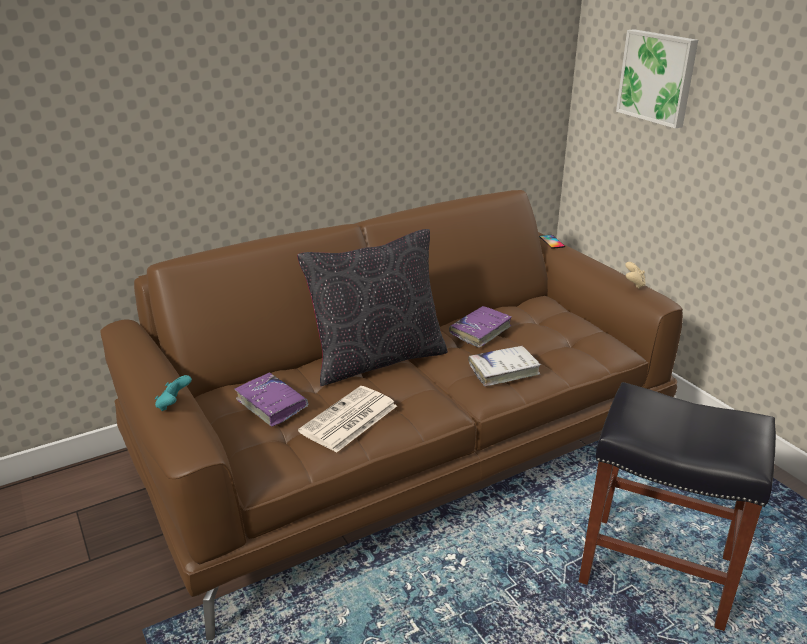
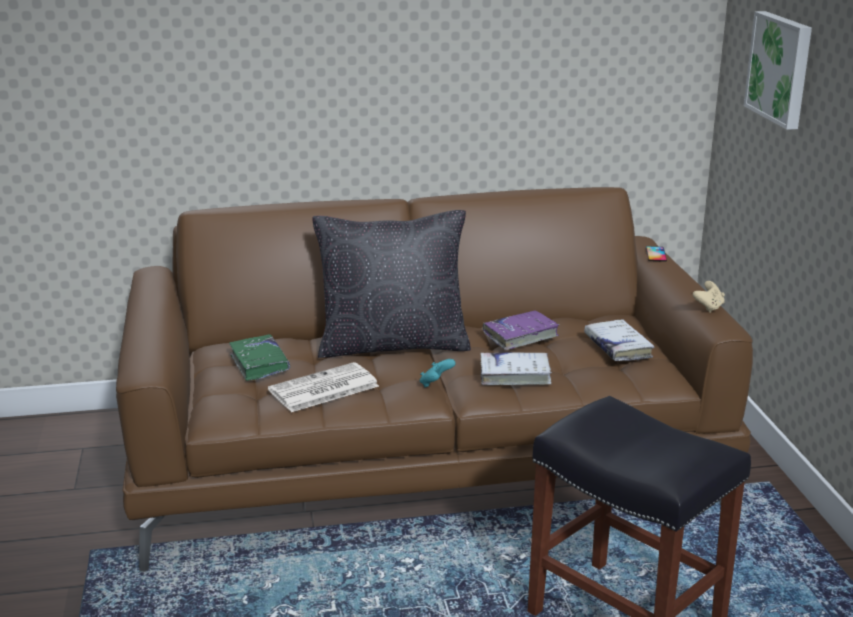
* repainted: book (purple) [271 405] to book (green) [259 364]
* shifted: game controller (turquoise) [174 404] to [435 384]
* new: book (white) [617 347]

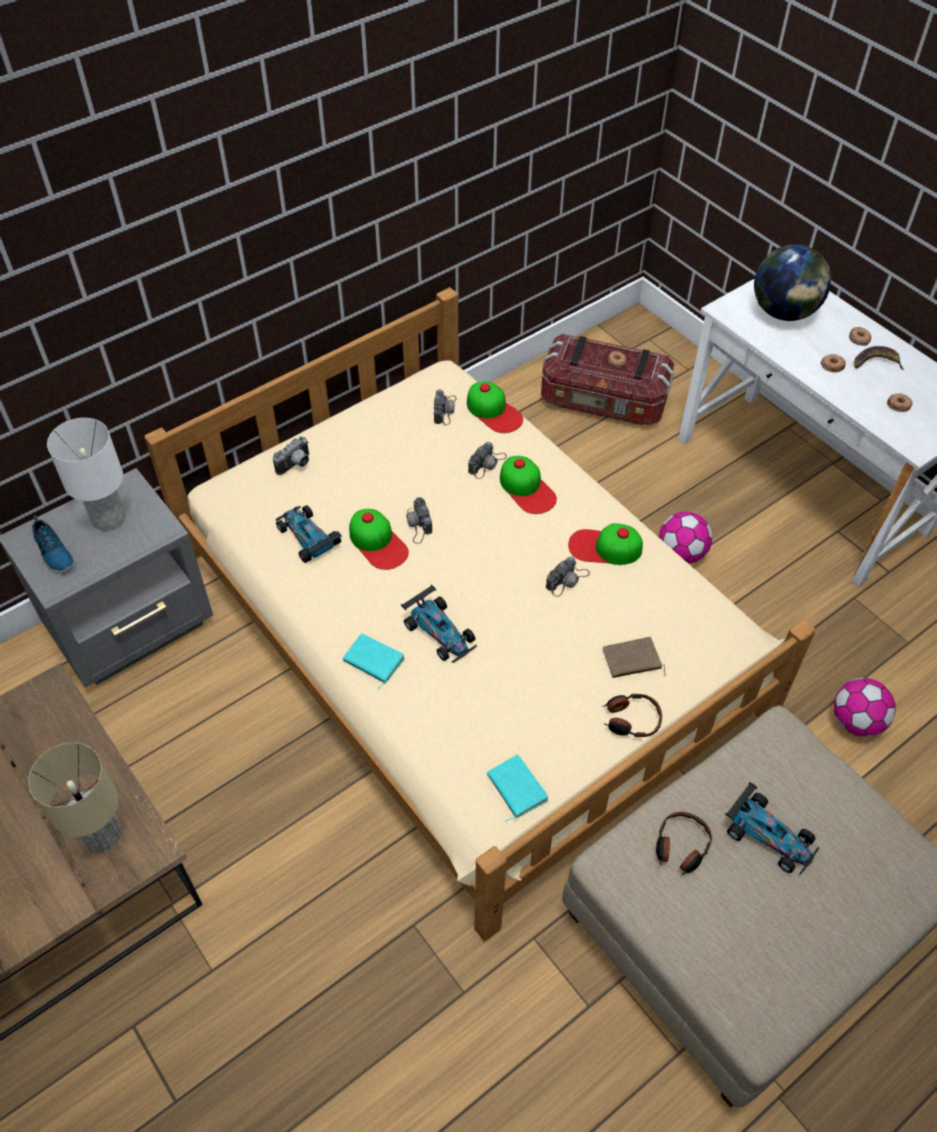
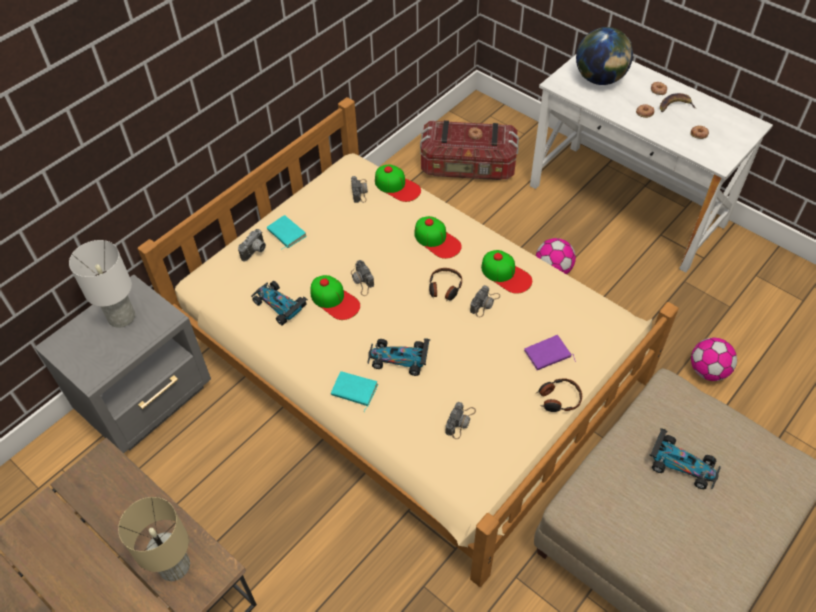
* shifted: photo camera [487 464] to [460 421]
* gone: shoe [53 553]
* rotated: cap [604 547] = [506 274] 135 degrees counterclockwise
* rotated: toy car [440 631] = [399 359] 150 degrees clockwise
* repainted: book (brown) [632 661] to book (purple) [548 355]
* shifted: book (turquoise) [515 789] to [285 234]
* shifted: headphones [680 847] to [444 288]

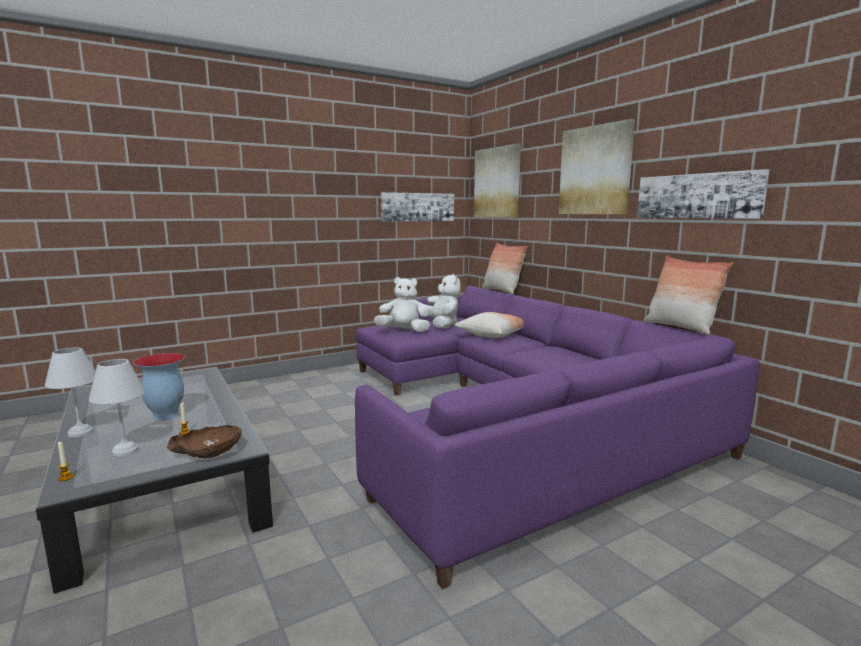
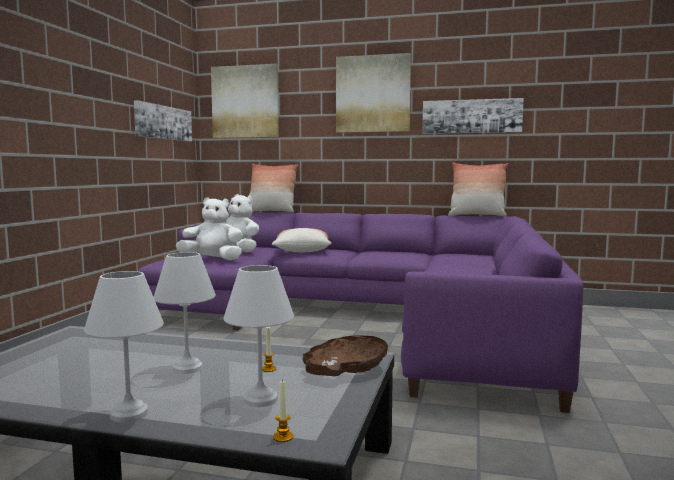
* rotated: plush toy (white) [404 331] = [212 259] 45 degrees clockwise
* swapped: vase [165 416] to table lamp (white) [186 369]

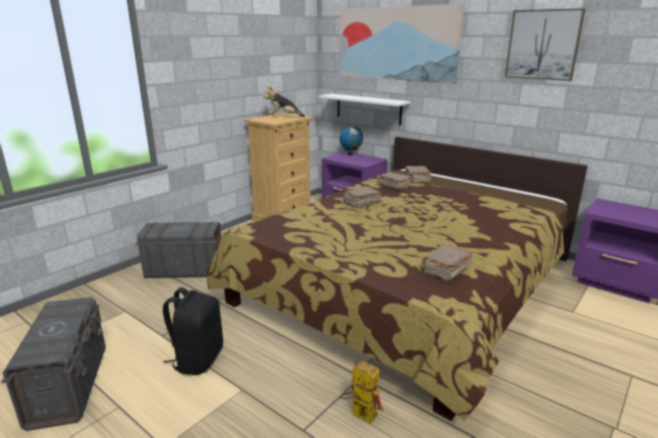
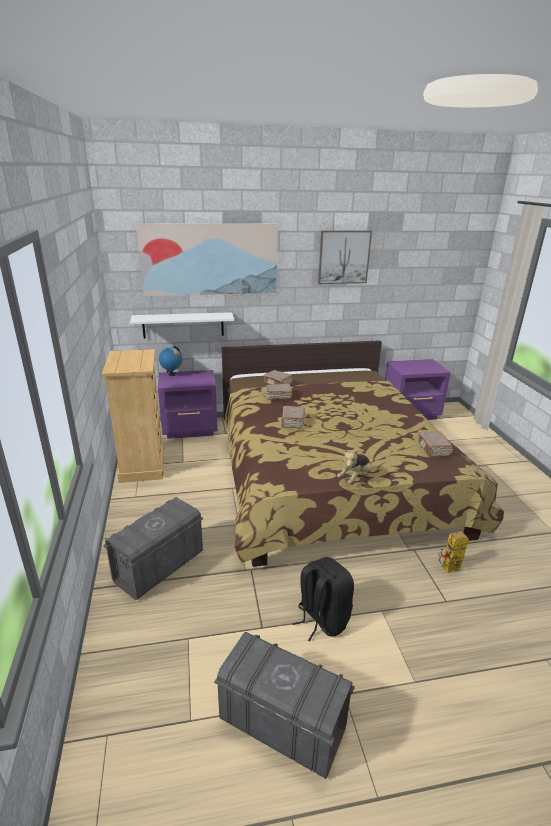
* shifted: plush toy [283 117] to [355 477]

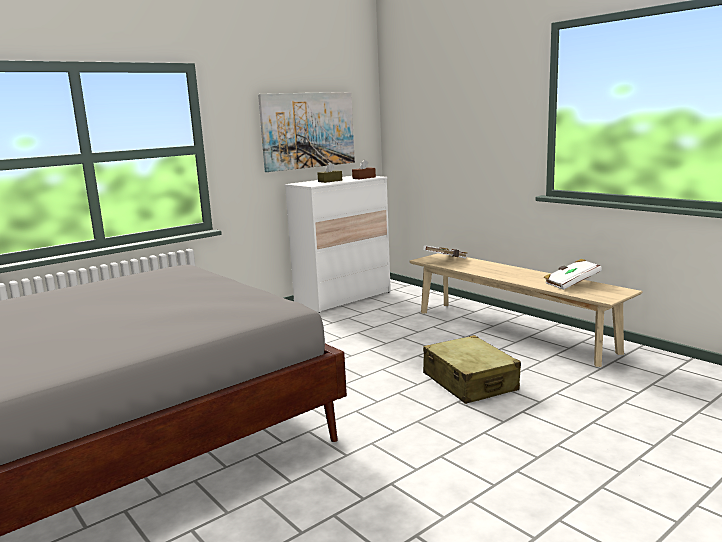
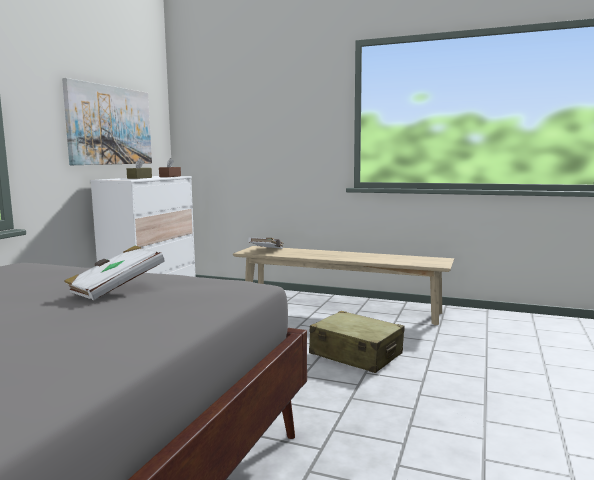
* shifted: book (white) [571 284] to [116 289]

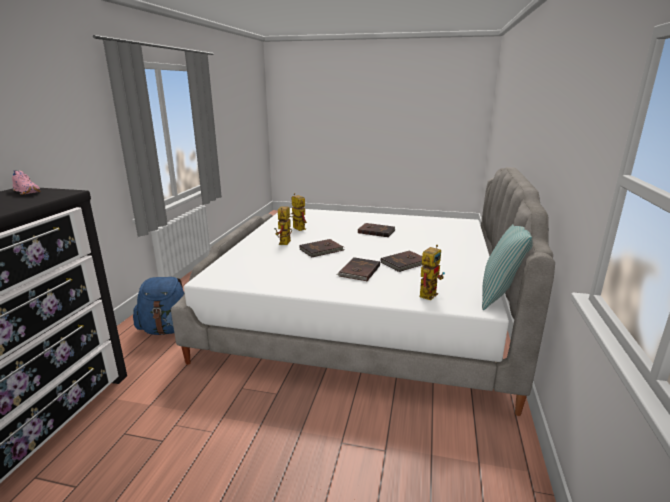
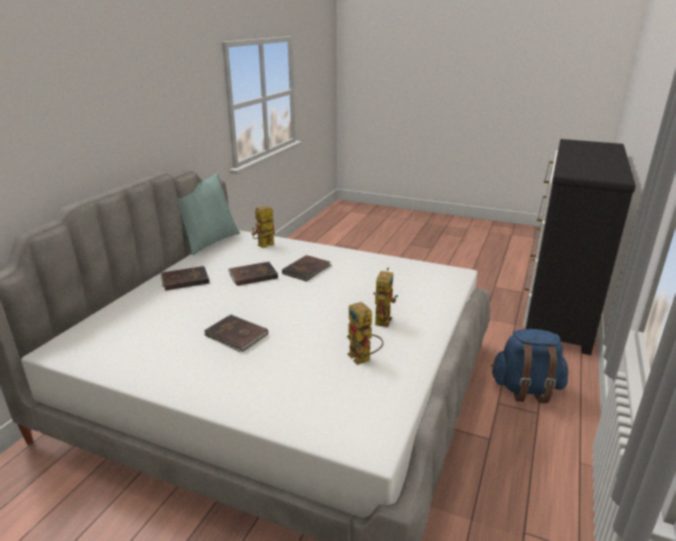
* gone: shoe (pink) [27 192]
* shifted: book (brown) [322 250] to [185 280]

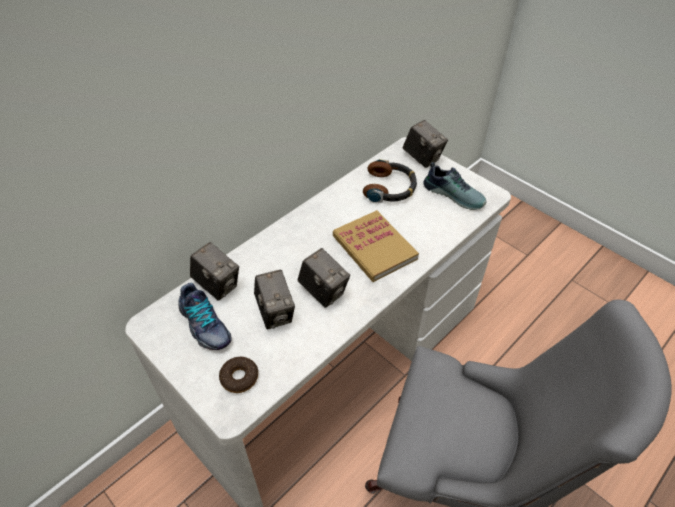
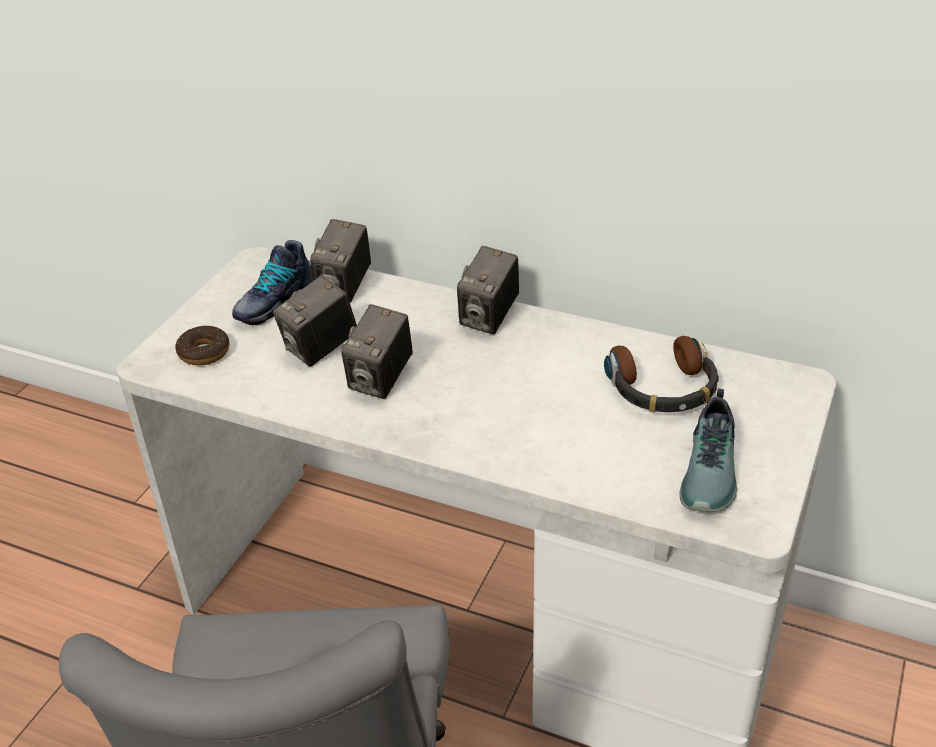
* shifted: photo camera [422 158] to [489 318]
* gone: book [374 247]

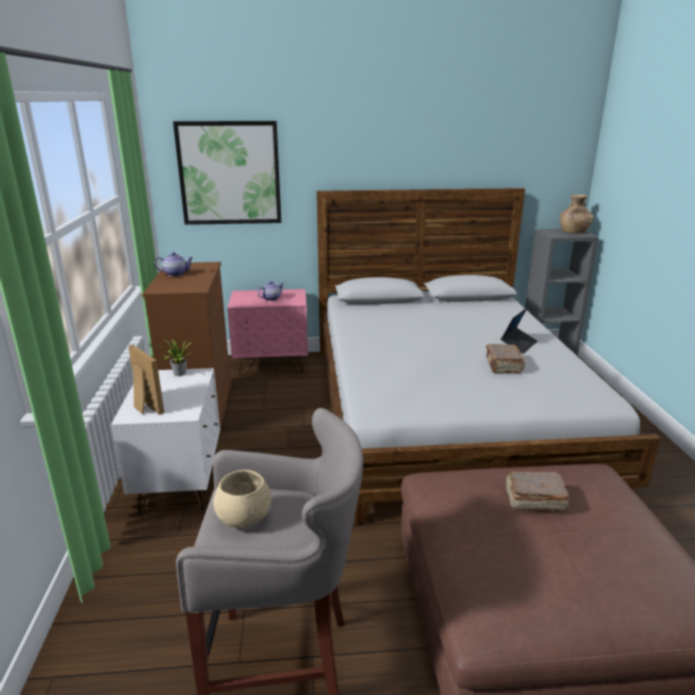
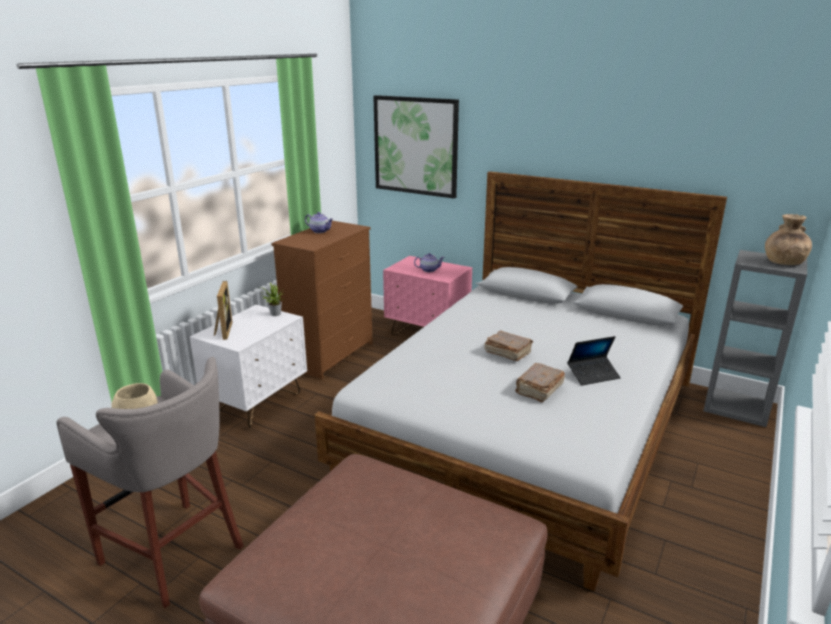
* shifted: book (brown) [533 500] to [507 353]

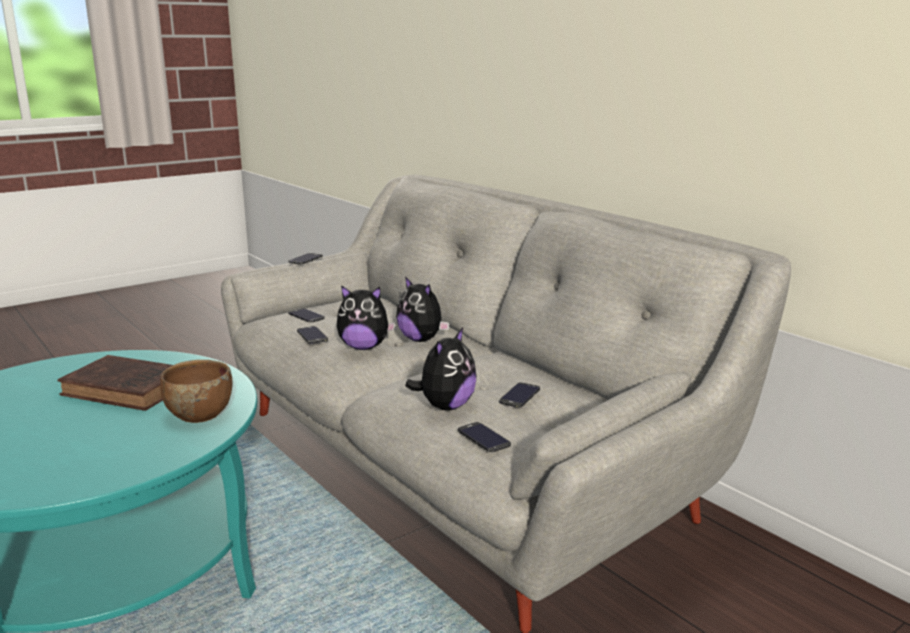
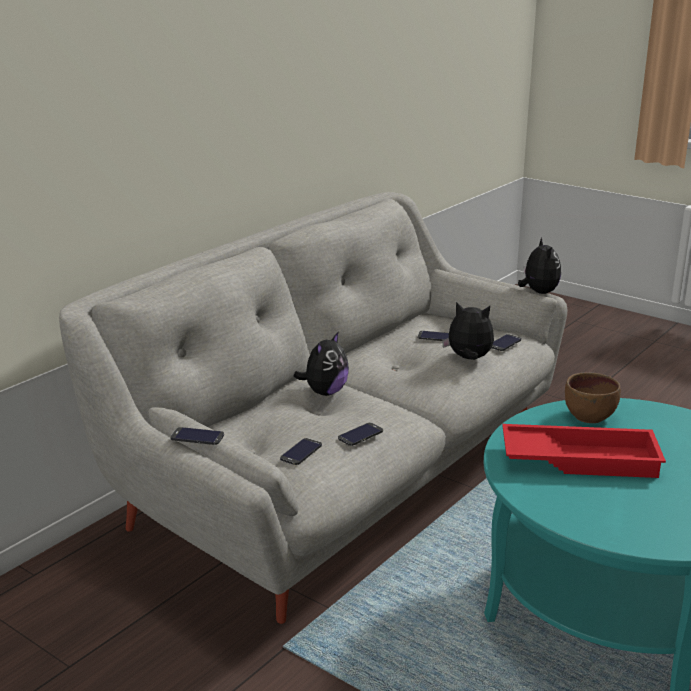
* shifted: plush toy [364 347] to [538 292]
* swapped: book (brown) [130 389] to tray (red) [580 458]

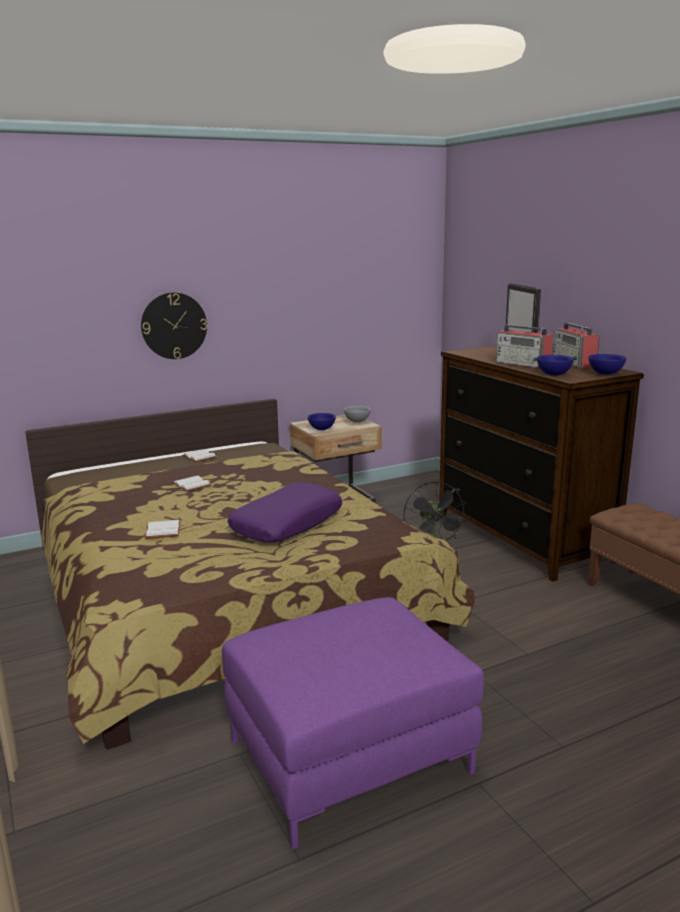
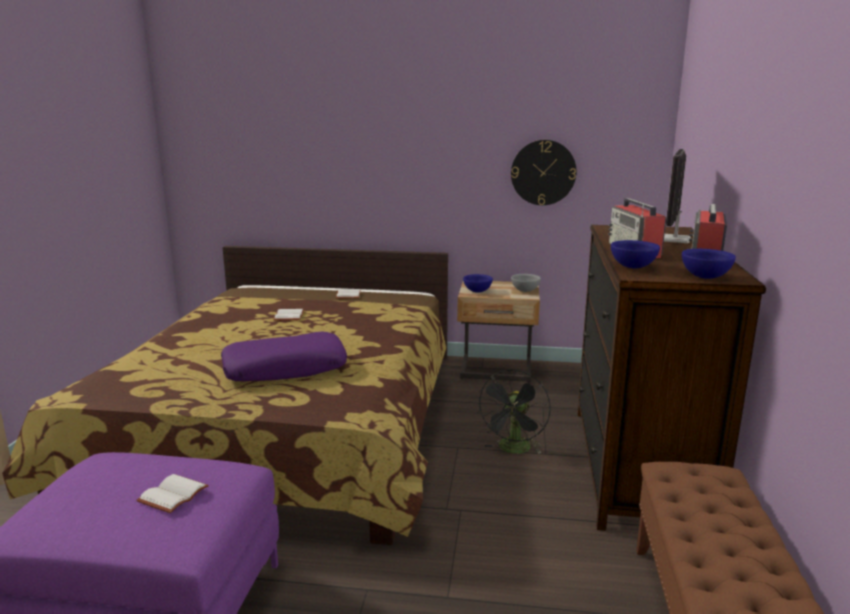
* shifted: wall clock [174 325] to [543 172]
* shifted: book (white) [162 531] to [173 494]

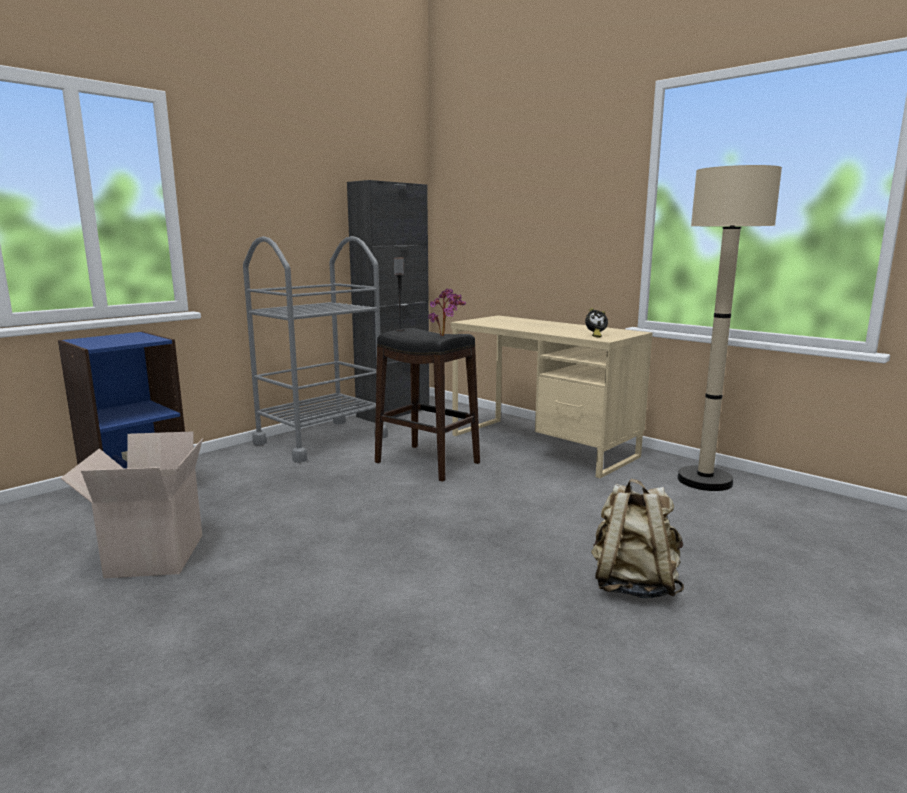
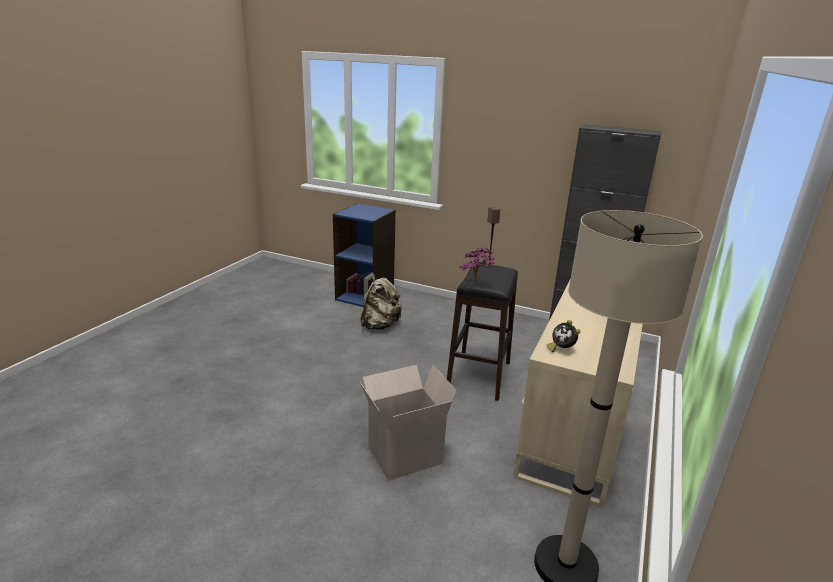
* gone: cart (grey) [321 440]
* shifted: cardboard box [153 555] to [405 453]
* shifted: backpack (beige) [633 585] to [380 325]

